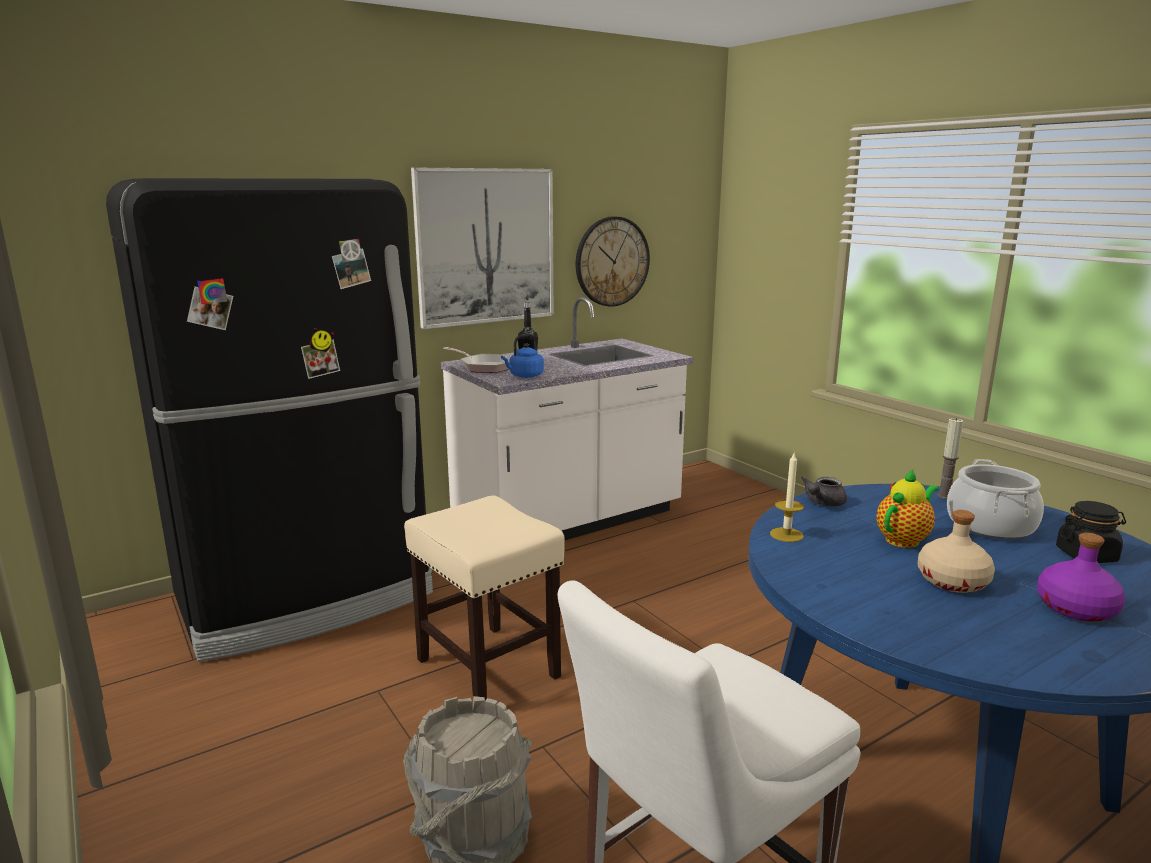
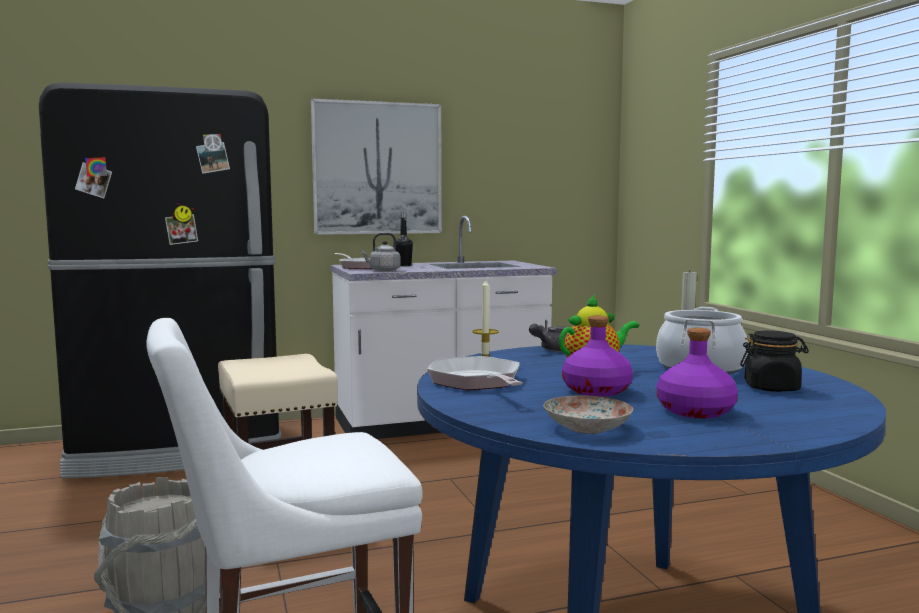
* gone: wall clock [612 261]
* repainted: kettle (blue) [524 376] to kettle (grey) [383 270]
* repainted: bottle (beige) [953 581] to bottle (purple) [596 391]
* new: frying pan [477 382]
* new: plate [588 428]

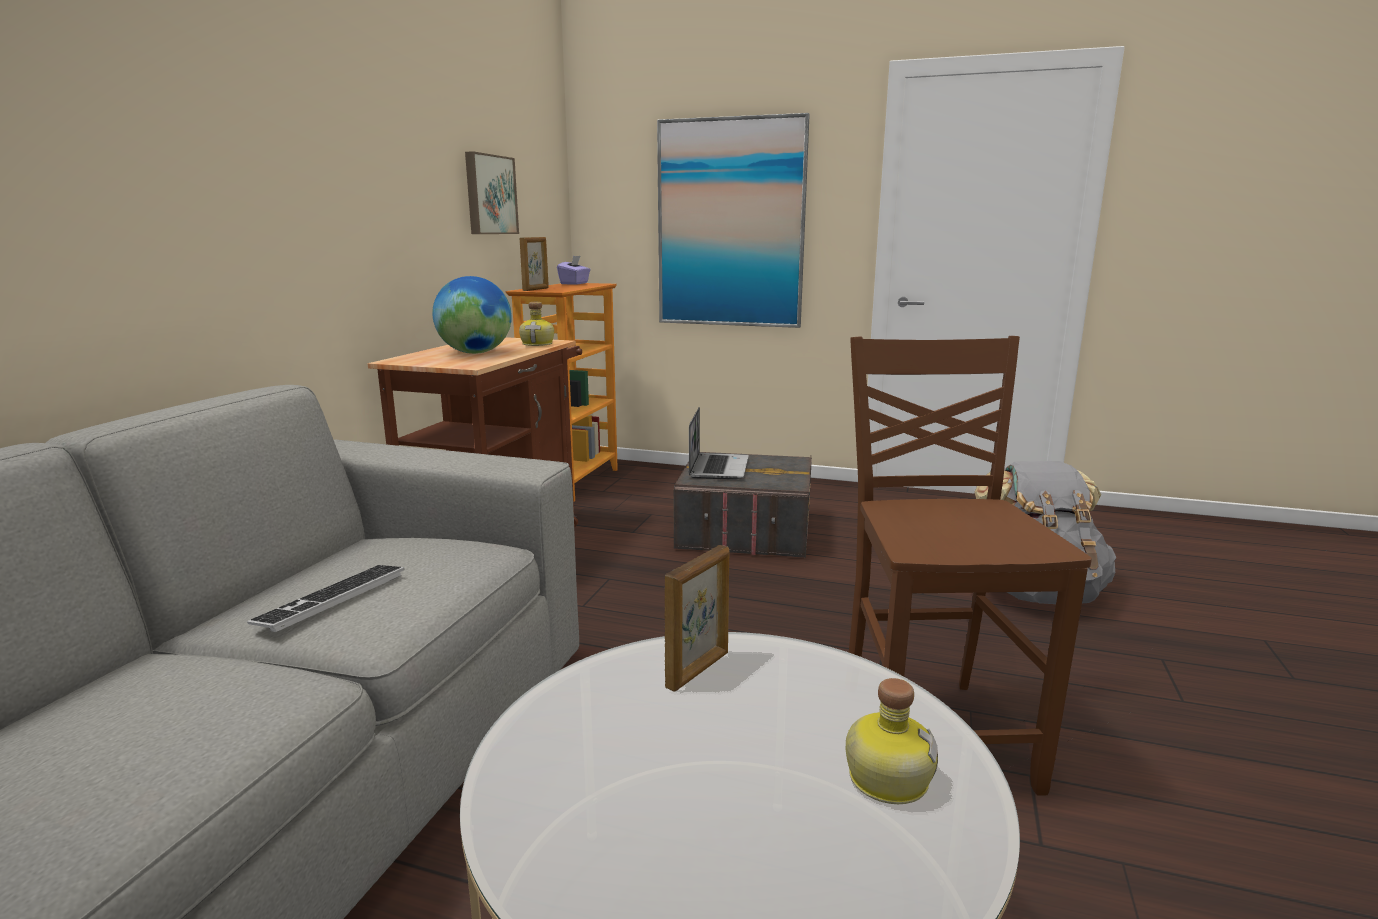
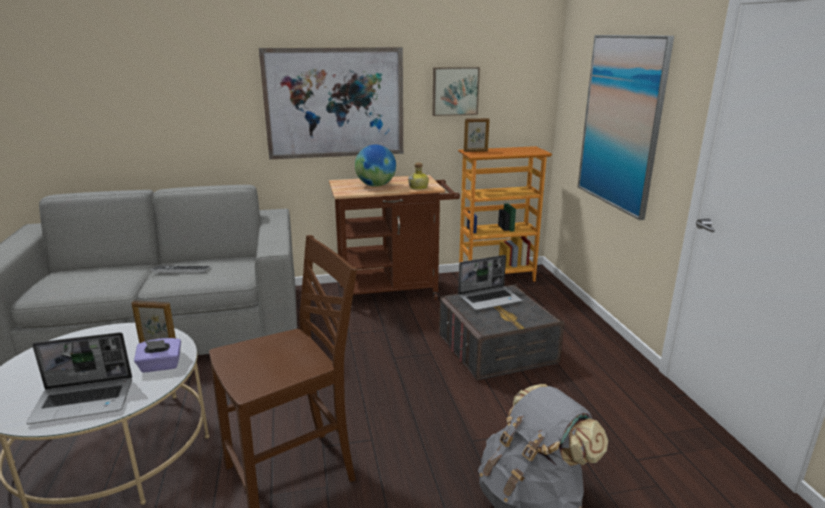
* shifted: tissue box (purple) [574 283] to [160 366]
* swapped: bottle [886 777] to laptop [85 401]
* new: picture [335 103]

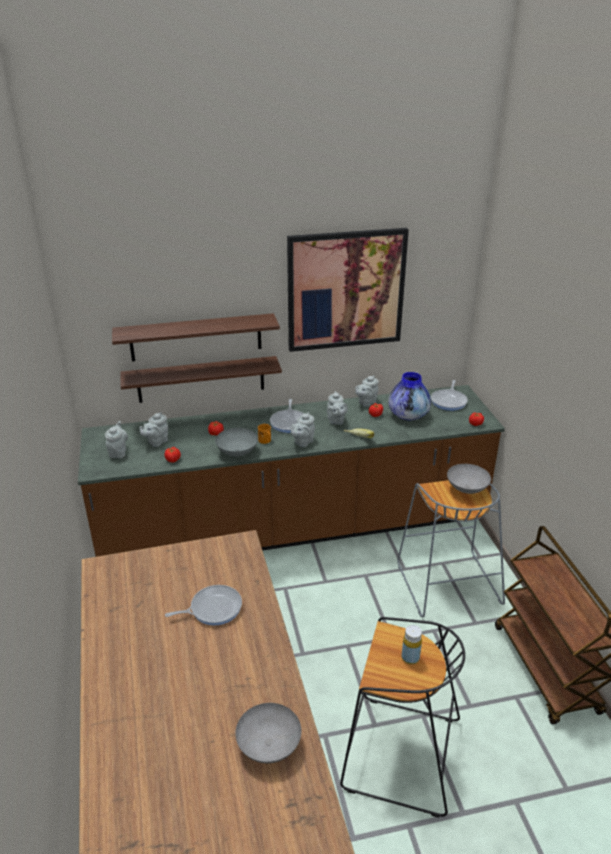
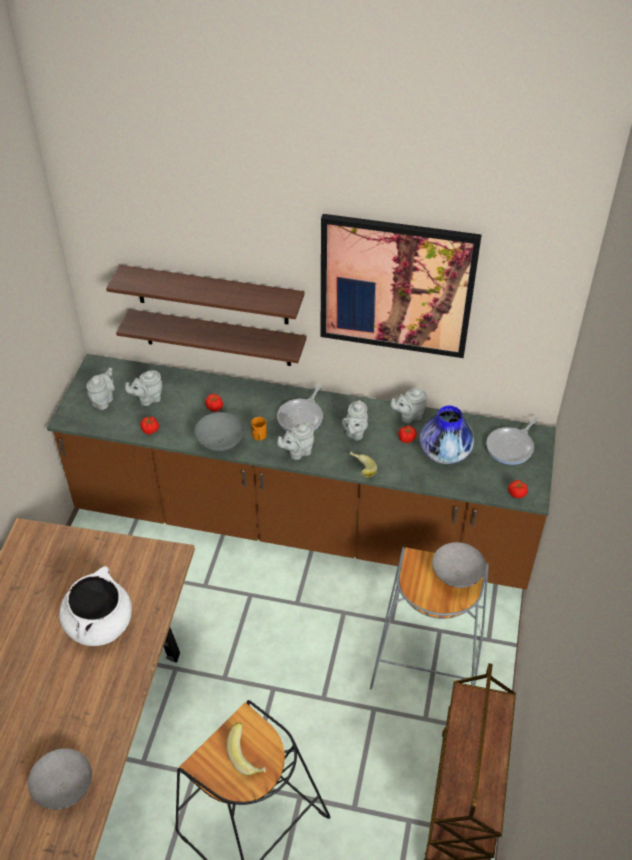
* swapped: frying pan [213 608] to cooking pot (white) [99 624]
* swapped: bottle (yellow) [410 658] to banana [248 756]

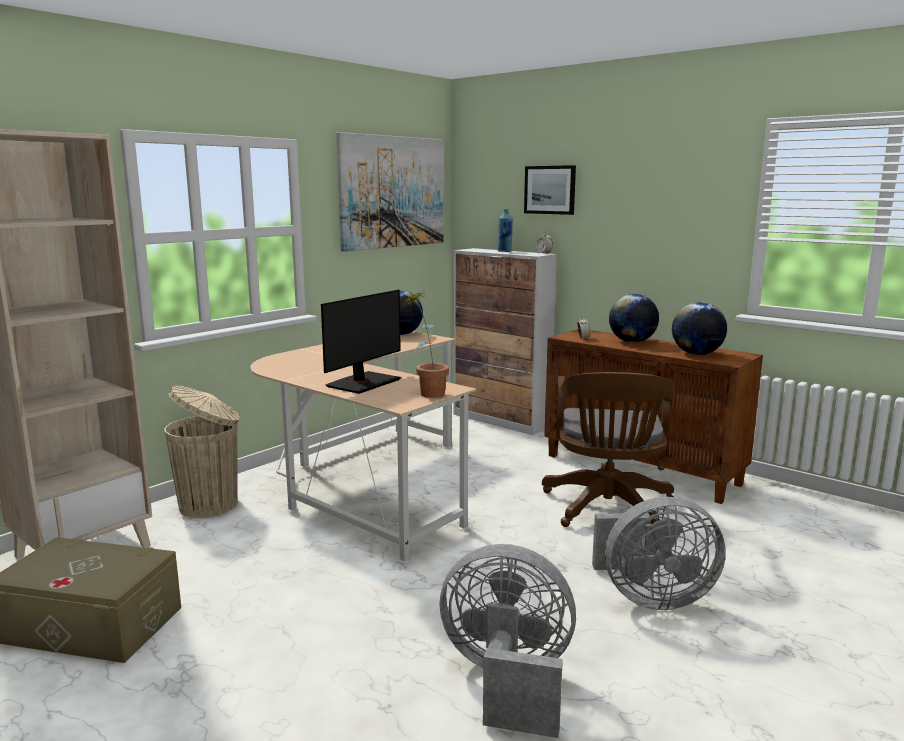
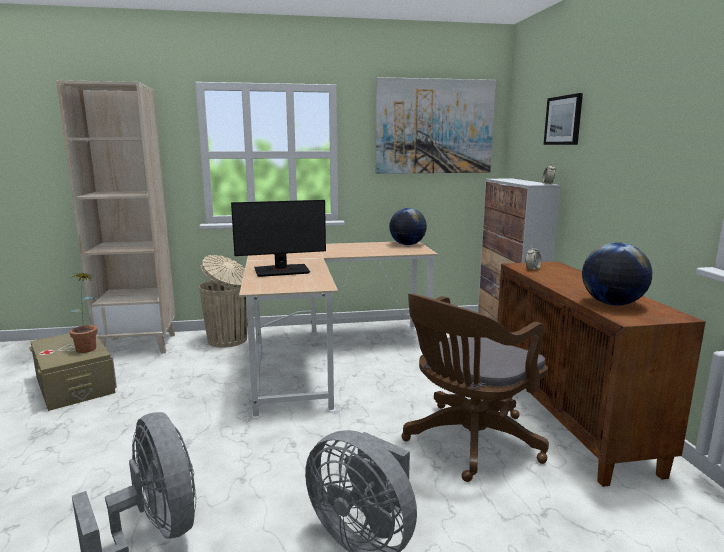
* gone: bottle (blue) [505 251]
* shifted: potted plant [427 392] to [88 347]
* gone: globe [632 342]

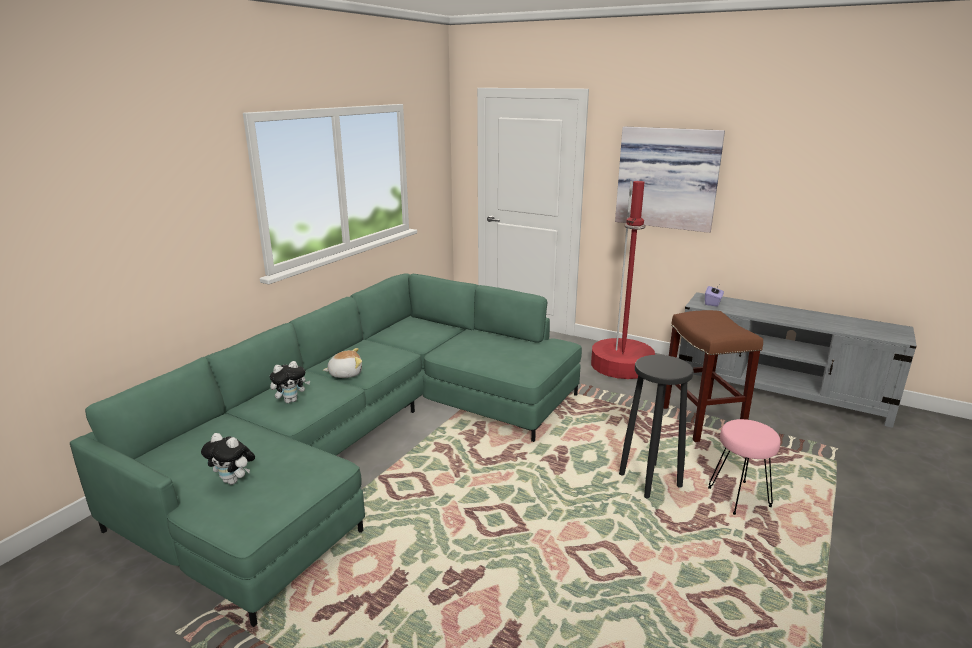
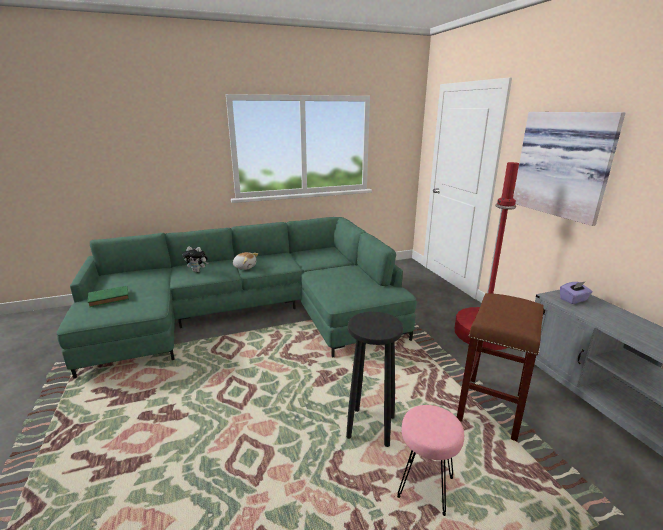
* swapped: plush toy [234 481] to book (green) [110 298]

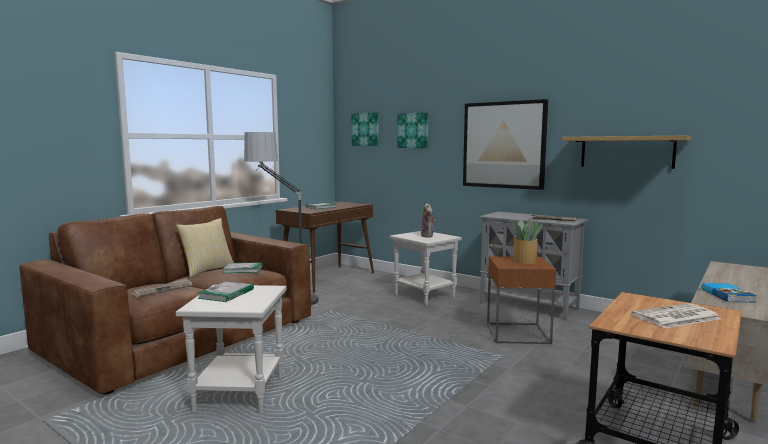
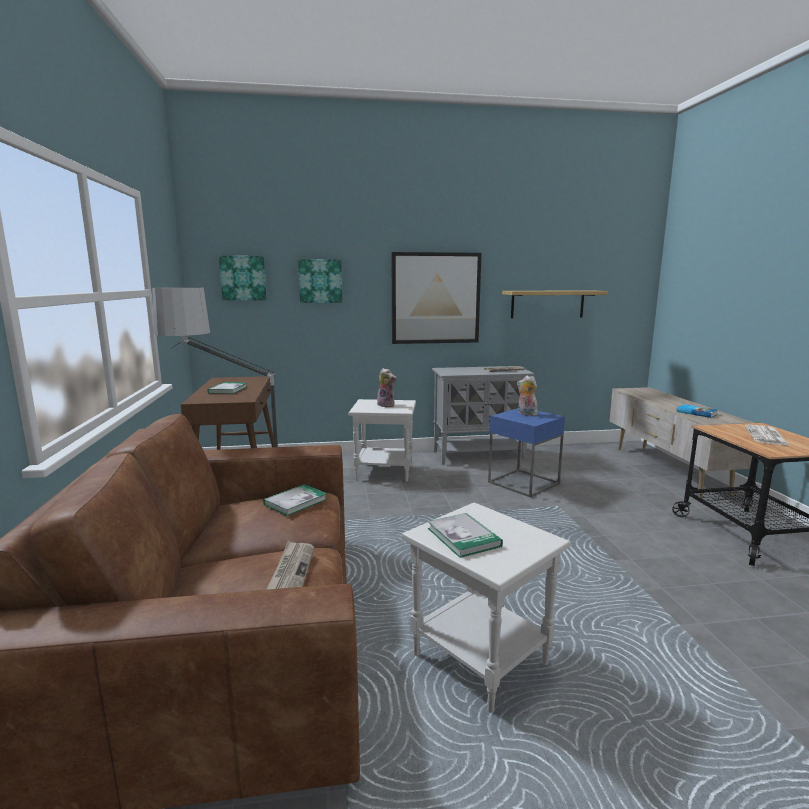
* gone: pillow [207 270]
* swapped: potted plant [524 261] to plush toy [526 414]
* repainted: side table (brown) [517 333] to side table (blue) [523 482]

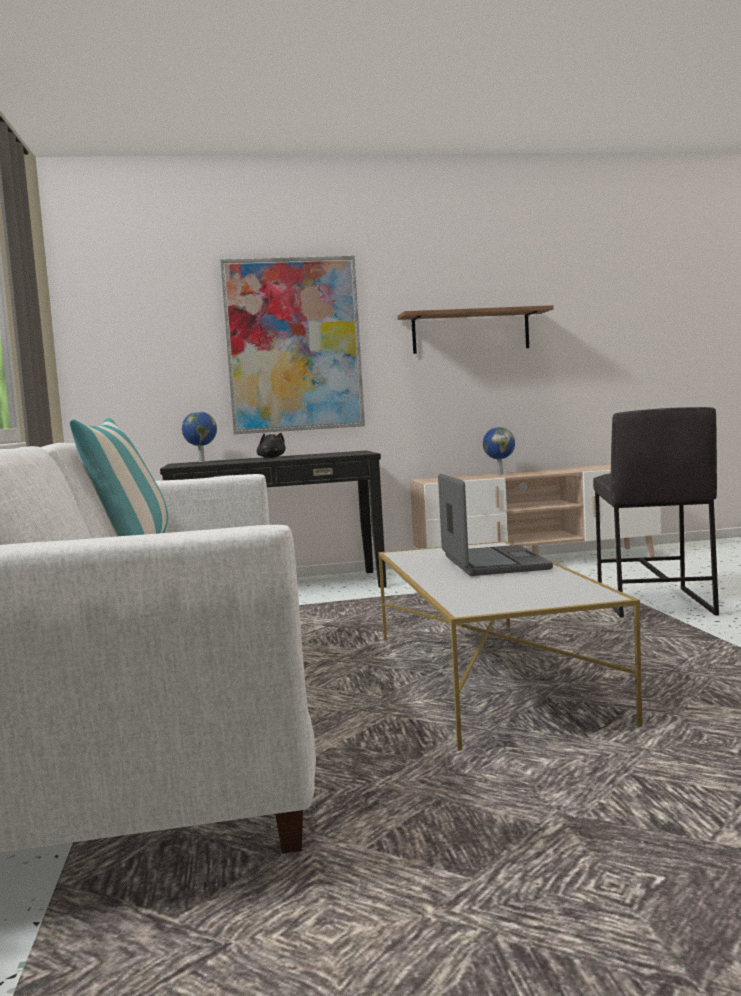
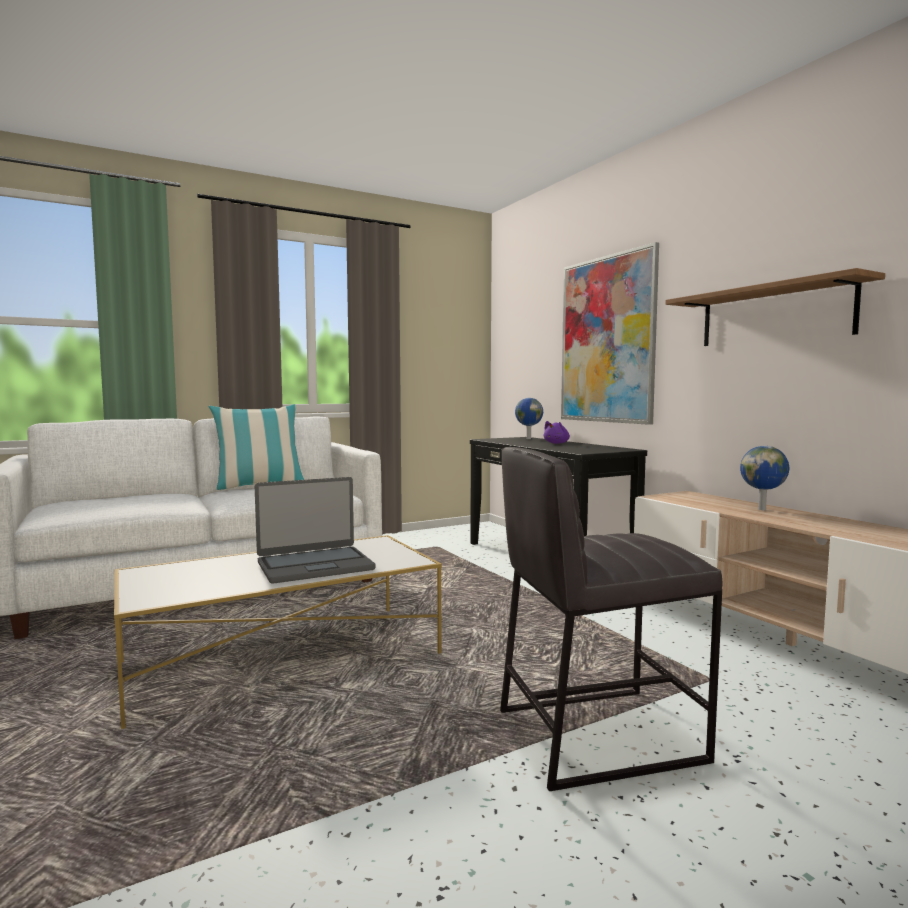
* repainted: plush toy (black) [271 457] to plush toy (purple) [557 443]

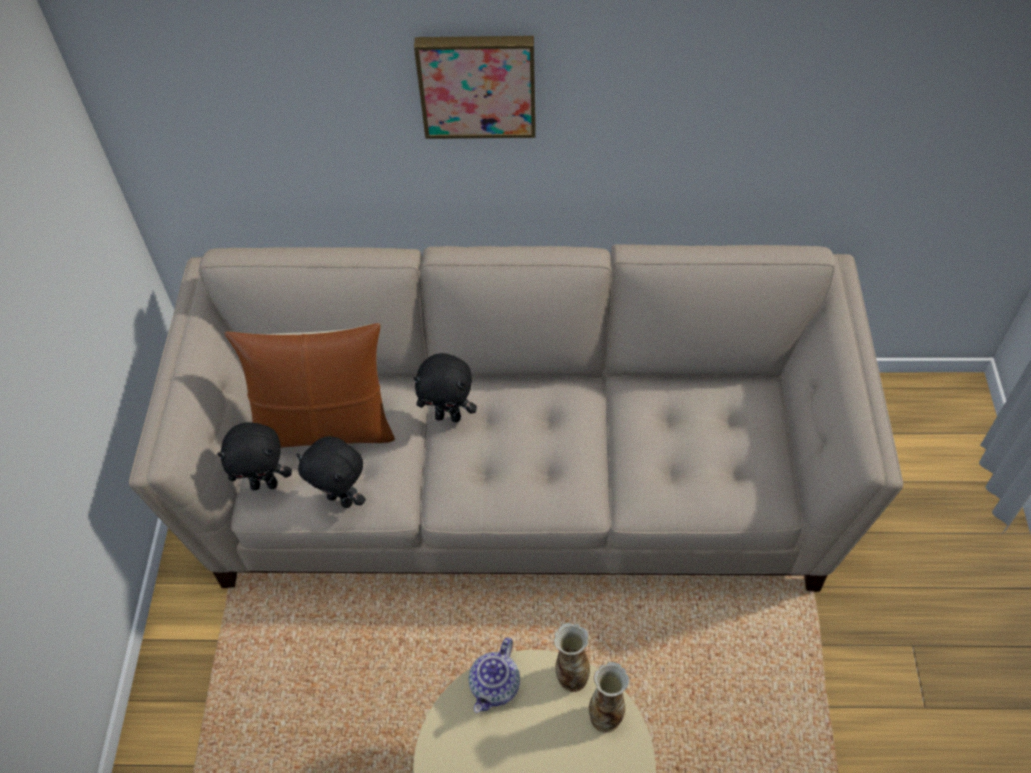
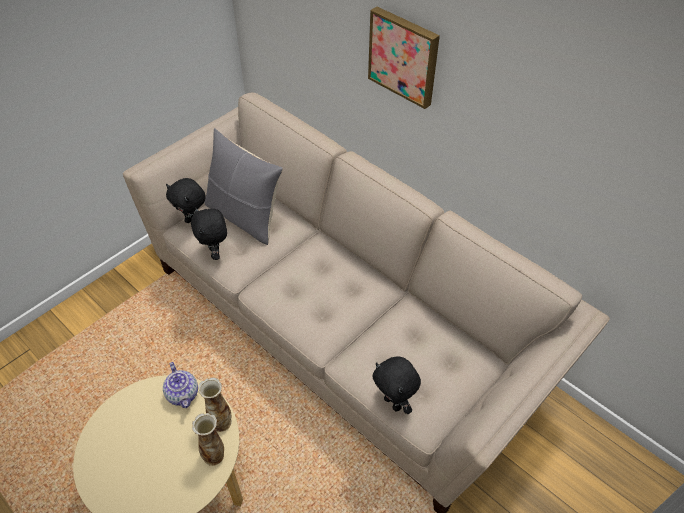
* repainted: pillow (brown) [324 427] to pillow (grey) [245 217]
* shifted: plush toy (black) [448 416] to [393 403]
* rotated: teapot [495 687] = [183 394] 90 degrees counterclockwise

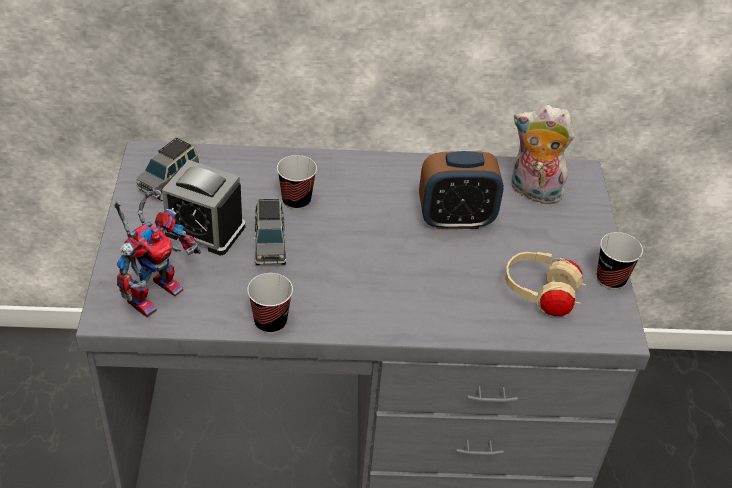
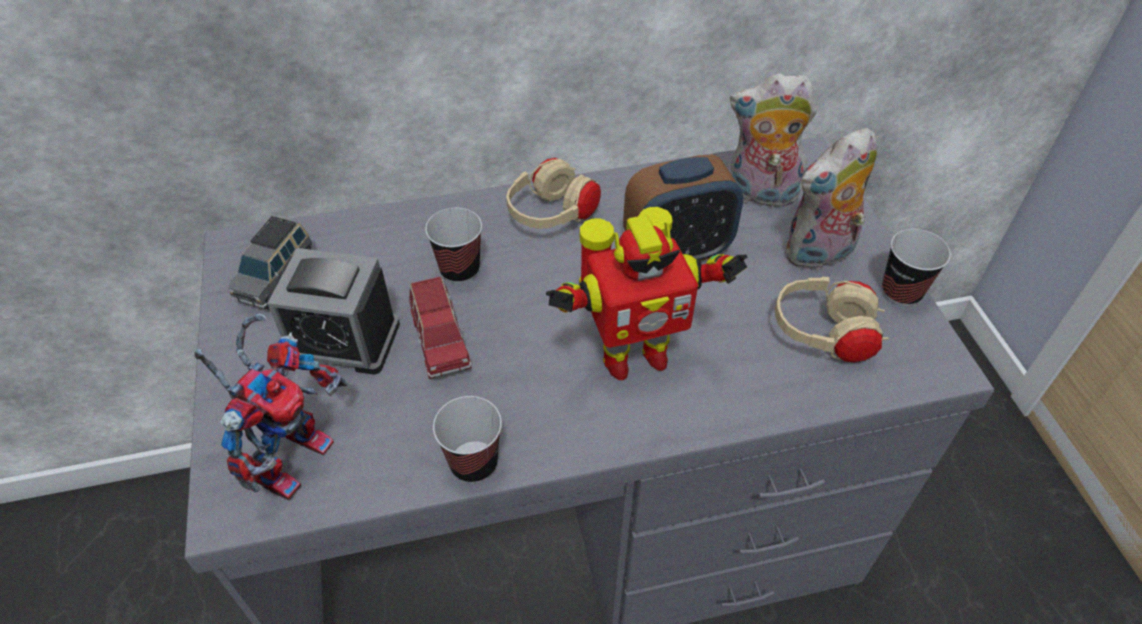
* repainted: toy car (grey) [269 244] to toy car (red) [440 342]
* new: plush toy [819 255]
* new: headphones (beige) [553 216]
* new: toy robot [631 356]

